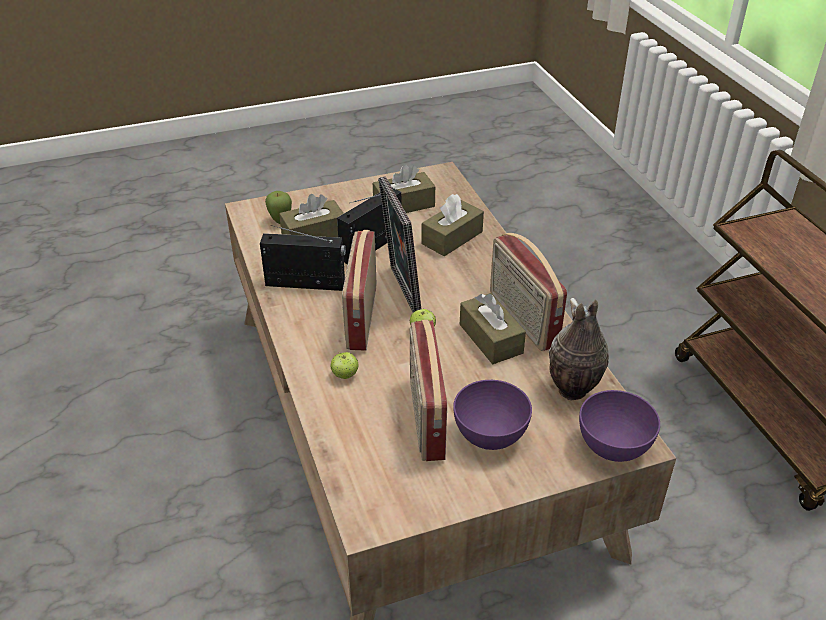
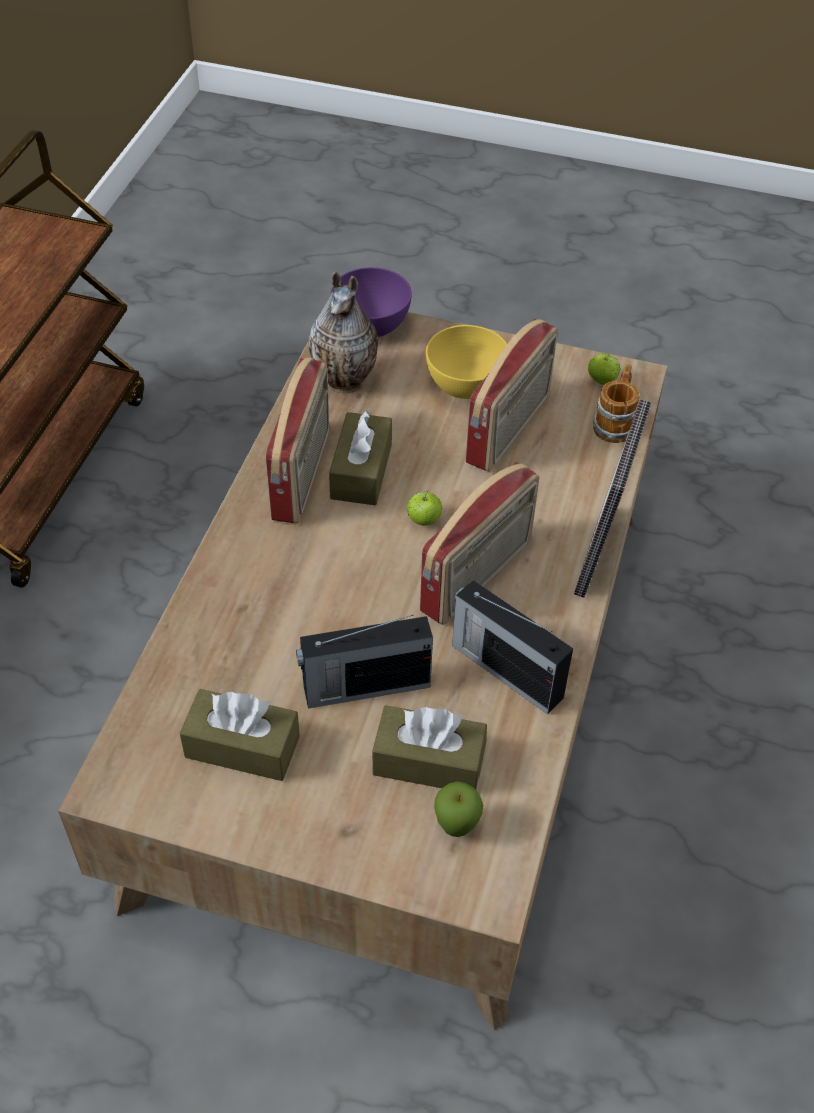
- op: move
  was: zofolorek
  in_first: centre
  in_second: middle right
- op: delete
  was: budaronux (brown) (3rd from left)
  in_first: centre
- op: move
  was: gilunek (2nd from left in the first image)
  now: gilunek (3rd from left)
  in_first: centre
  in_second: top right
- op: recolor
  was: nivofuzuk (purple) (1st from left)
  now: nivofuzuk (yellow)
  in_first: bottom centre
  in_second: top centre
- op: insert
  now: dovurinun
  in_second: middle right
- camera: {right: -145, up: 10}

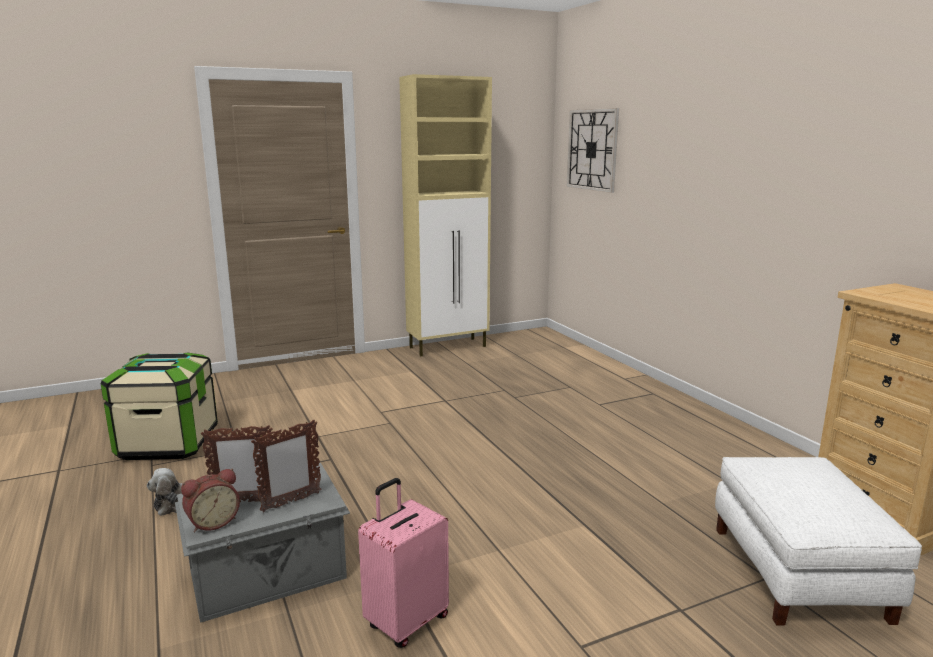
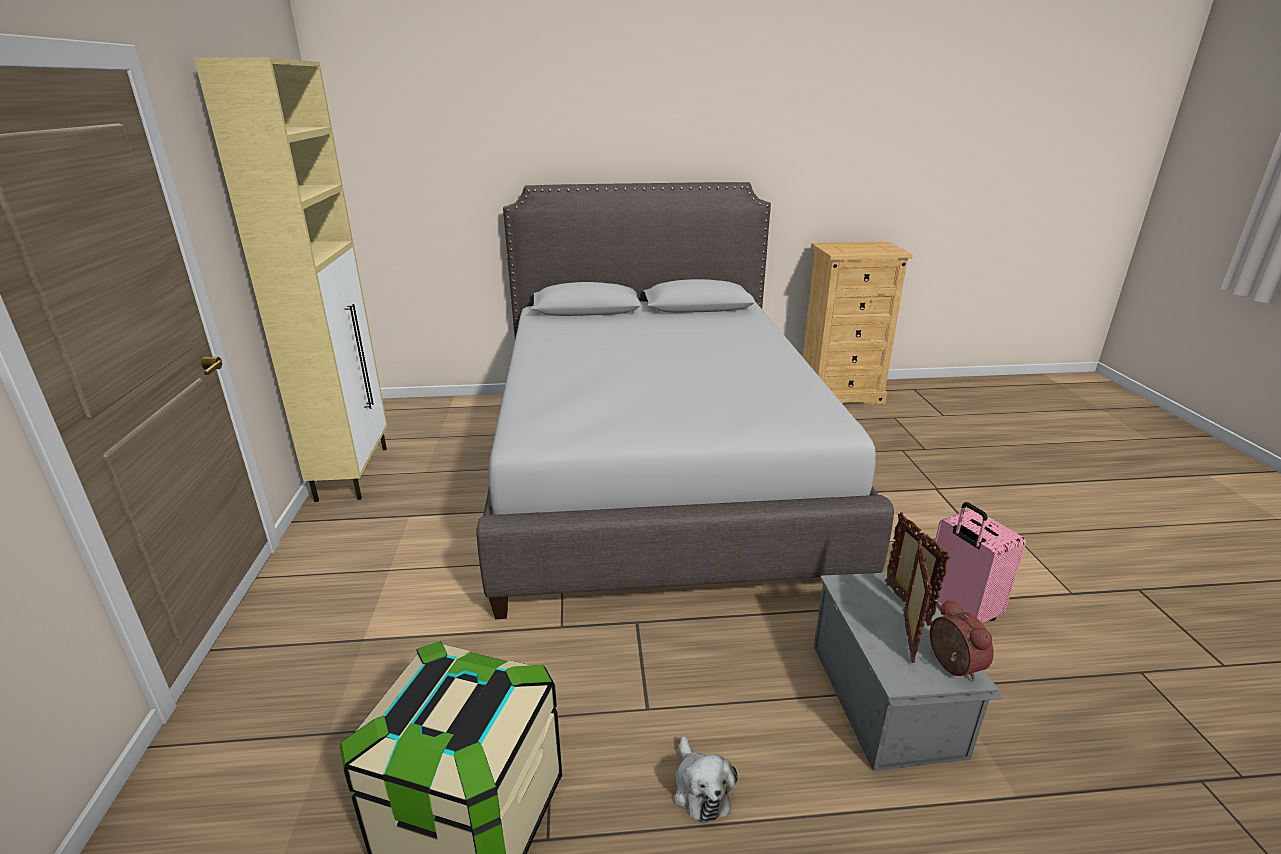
- op: delete
  was: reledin
  in_first: top centre
- op: delete
  was: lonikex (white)
  in_first: bottom right
- op: insert
  now: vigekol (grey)
  in_second: centre
- camera: {right: -70, up: 10}

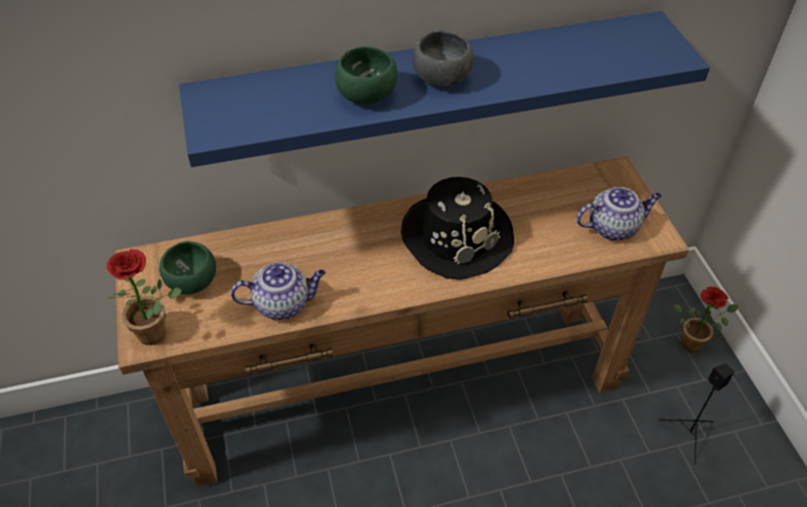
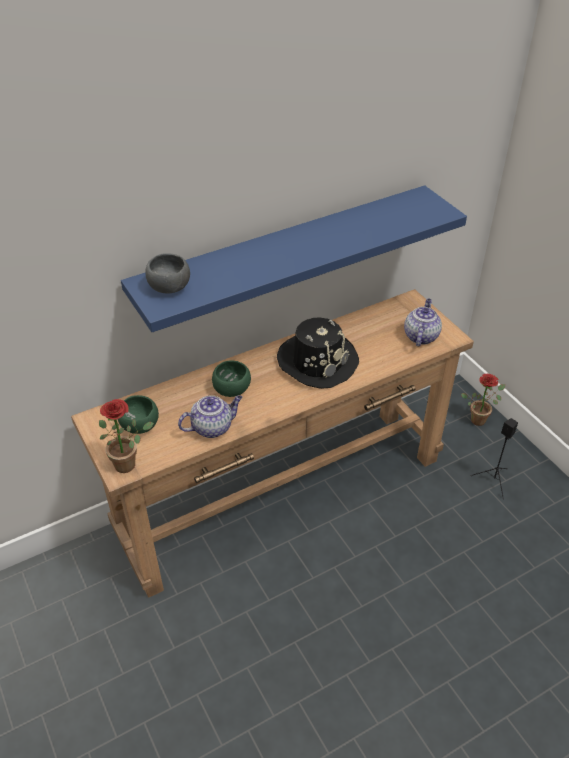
- op: move
  was: nivofuzuk (grey)
  in_first: top centre
  in_second: middle left
- op: move
  was: nivofuzuk (green) (2nd from left)
  in_first: top centre
  in_second: centre
- op: rotate
  was: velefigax (2nd from left)
  in_first: middle right
  in_second: middle right
  clockwise: -45
- camera: {right: -15, up: -5}

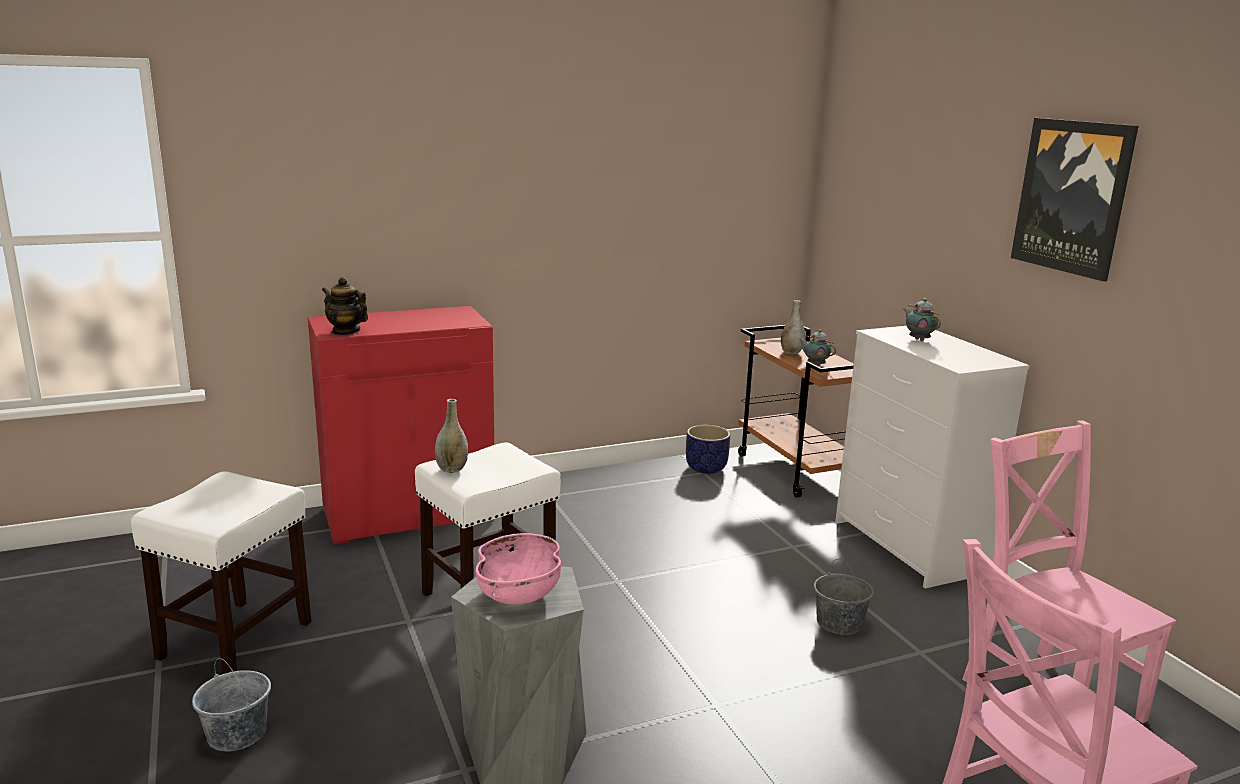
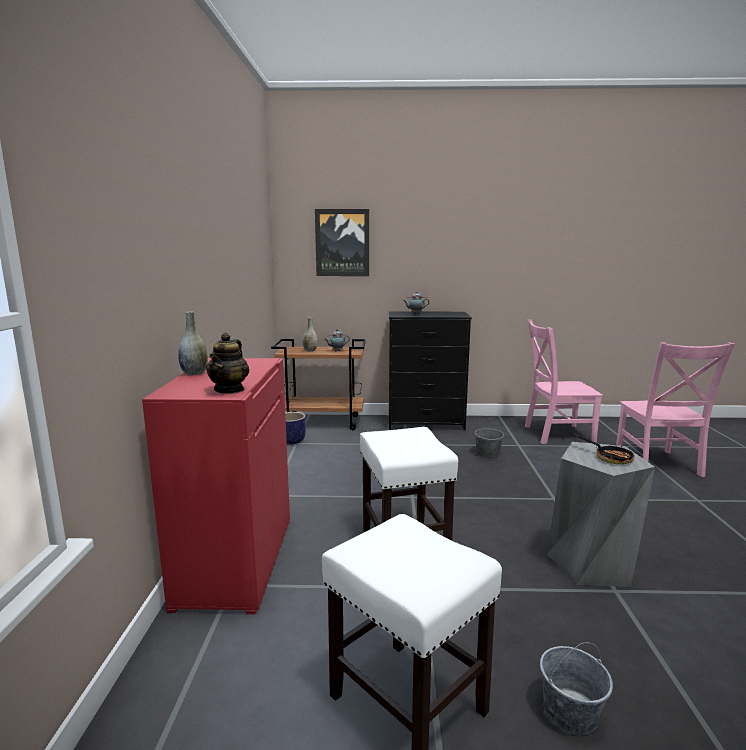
- op: move
  was: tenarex
  in_first: top right
  in_second: top centre
- op: rotate
  was: velefigax (1st from left)
  in_first: middle left
  in_second: middle left
  clockwise: -45
- op: recolor
  was: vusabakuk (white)
  now: vusabakuk (black)
  in_first: middle right
  in_second: centre
- op: move
  was: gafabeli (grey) (1st from left)
  in_first: centre
  in_second: middle left
- op: replace
  was: nivofuzuk (pink)
  now: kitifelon
  in_first: bottom centre
  in_second: middle right
- camera: {right: -65, up: -5}

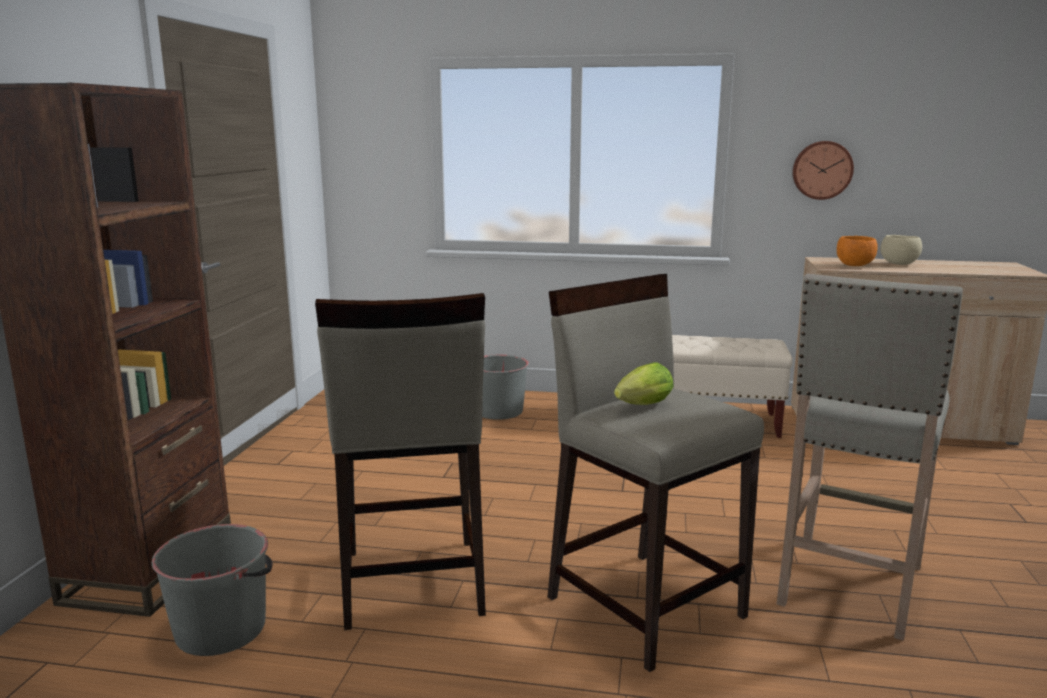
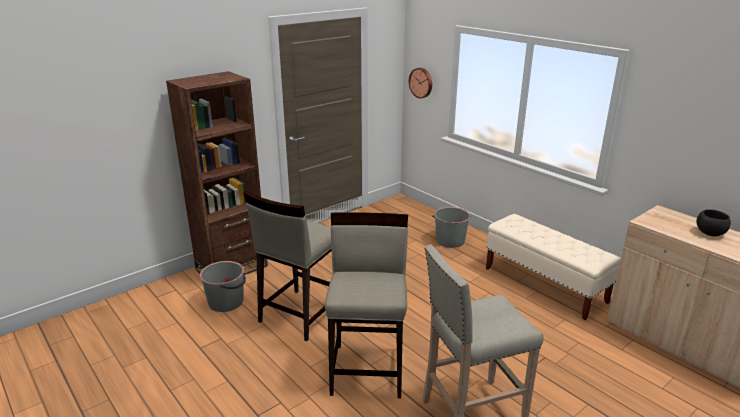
- op: move
  was: reledin
  in_first: top right
  in_second: top centre
- op: recolor
  was: nivofuzuk (beige)
  now: nivofuzuk (black)
  in_first: middle right
  in_second: middle right
- op: delete
  was: nivofuzuk (orange)
  in_first: middle right
- op: delete
  was: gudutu
  in_first: centre
- camera: {right: 40, up: 10}

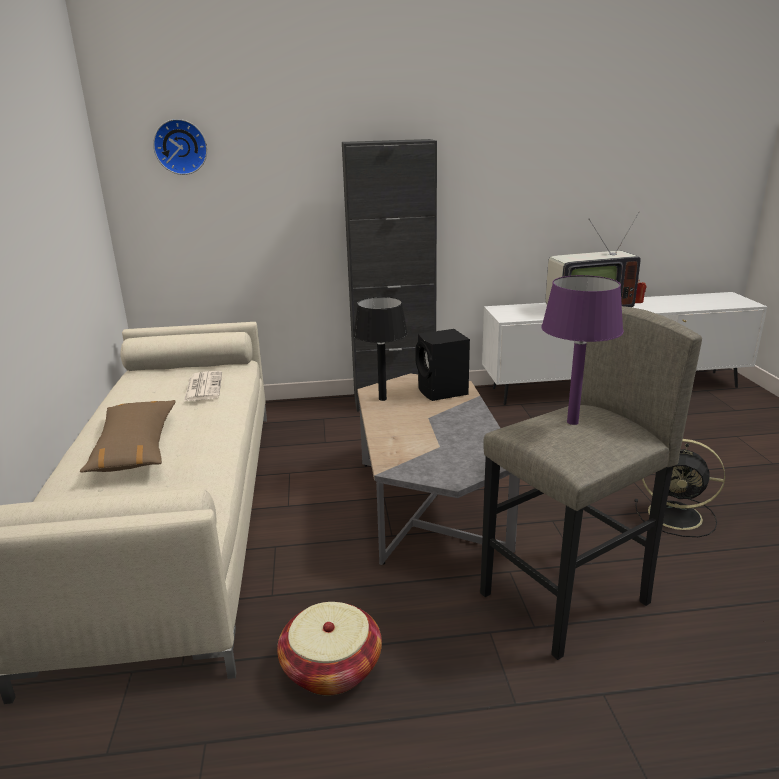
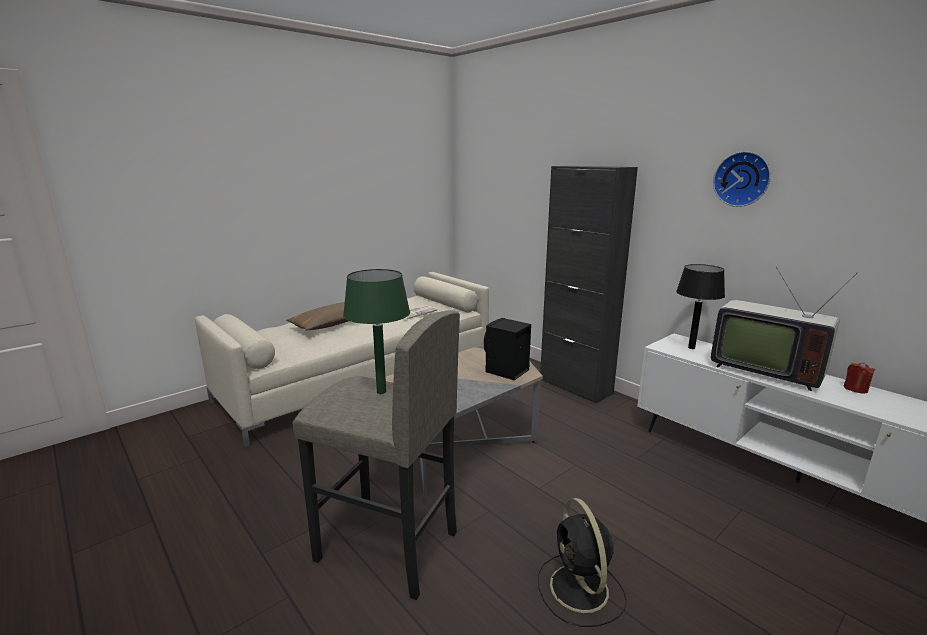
- op: move
  was: reledin
  in_first: top left
  in_second: top right
- op: recolor
  was: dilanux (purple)
  now: dilanux (green)
  in_first: middle right
  in_second: centre
- op: move
  was: dilanux (black)
  in_first: centre
  in_second: middle right
- op: delete
  was: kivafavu
  in_first: bottom centre
- camera: {right: 55, up: -5}

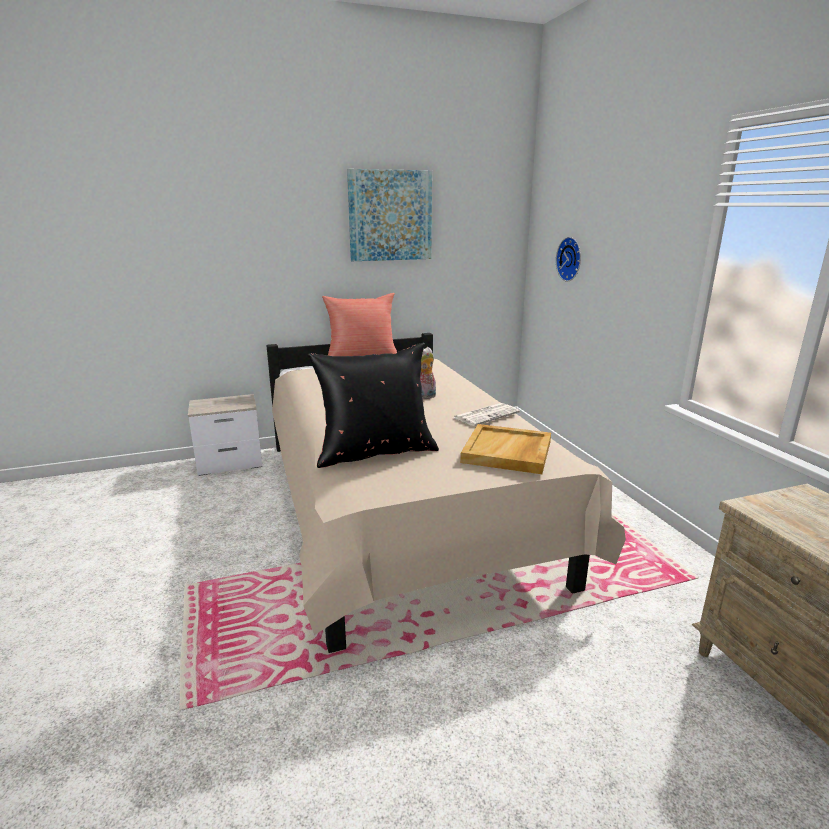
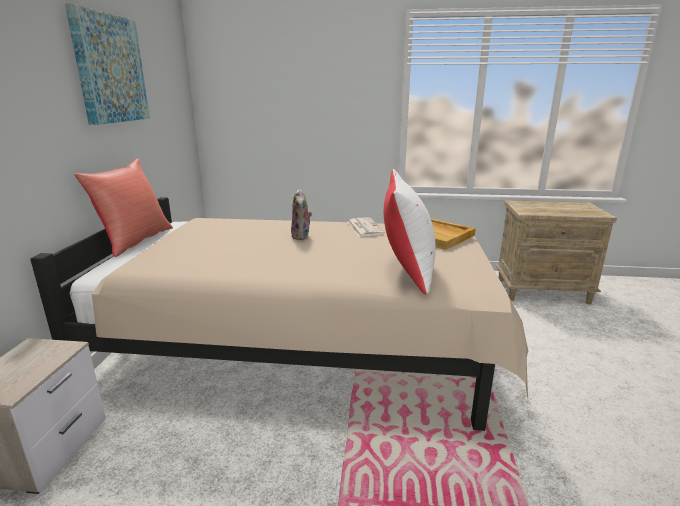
- op: delete
  was: reledin
  in_first: top right
- op: recolor
  was: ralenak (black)
  now: ralenak (white)
  in_first: centre
  in_second: centre
- camera: {right: -65, up: 0}

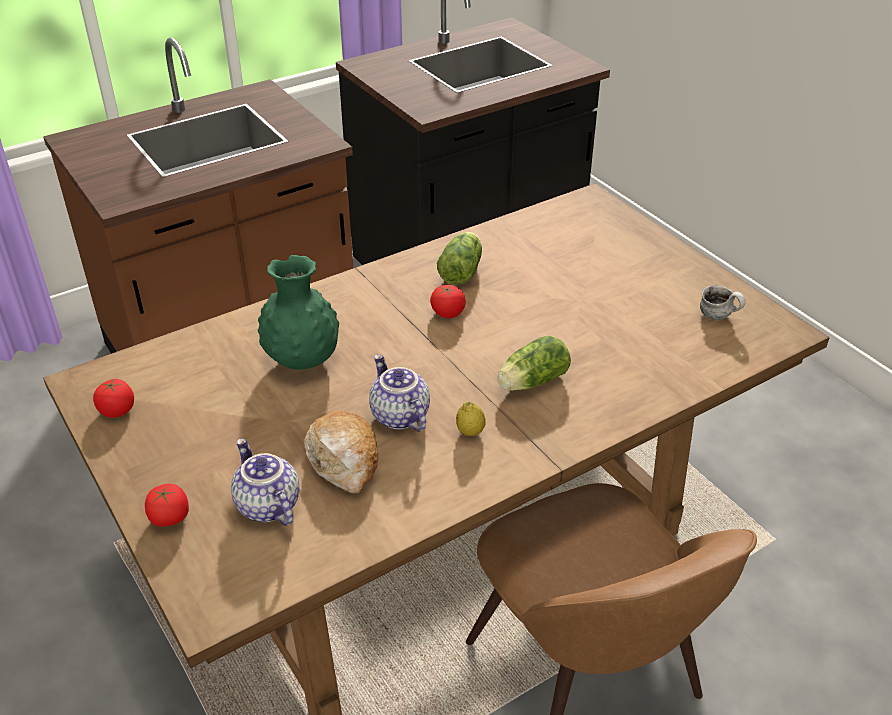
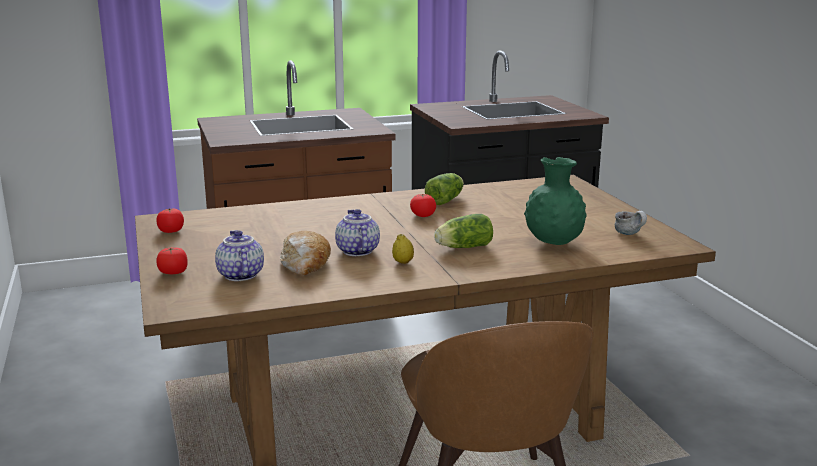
- op: move
  was: gafabeli (green)
  in_first: centre
  in_second: middle right
- camera: {right: 15, up: -20}

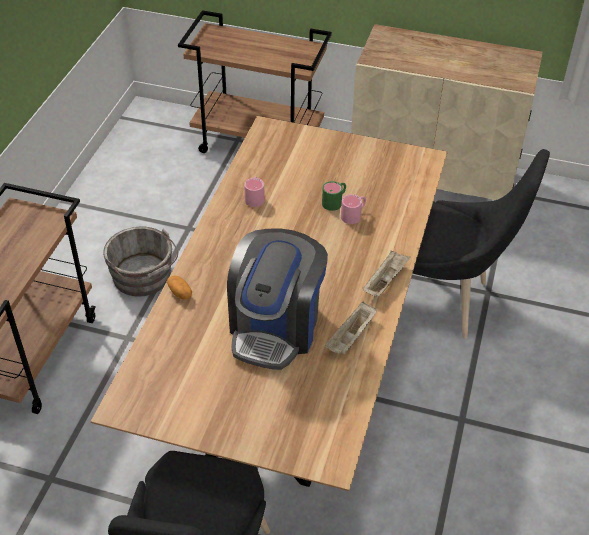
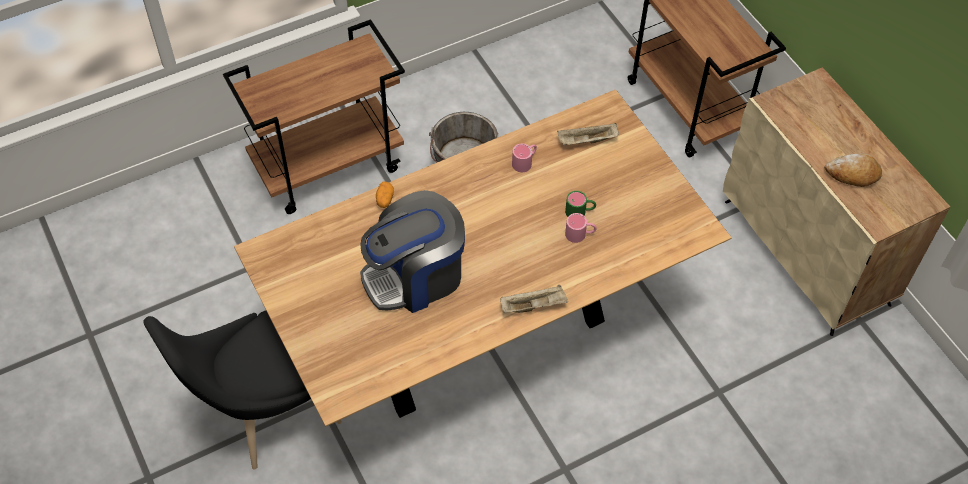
- op: delete
  was: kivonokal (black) (2nd from left)
  in_first: middle right
- op: move
  was: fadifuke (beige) (1st from left in the first image)
  now: fadifuke (beige) (2nd from left)
  in_first: centre
  in_second: top centre
- op: insert
  now: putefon
  in_second: middle right
- camera: {right: 45, up: 10}

